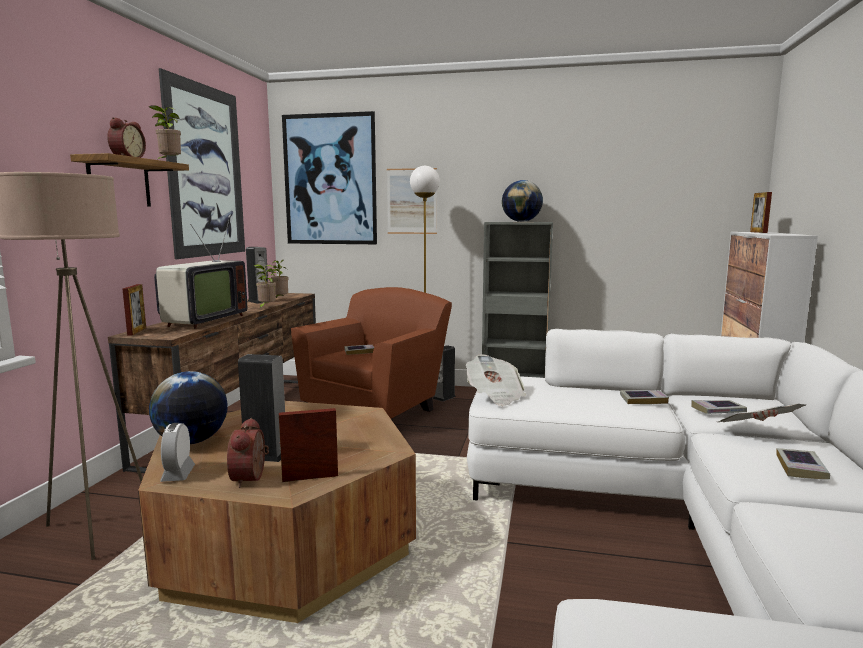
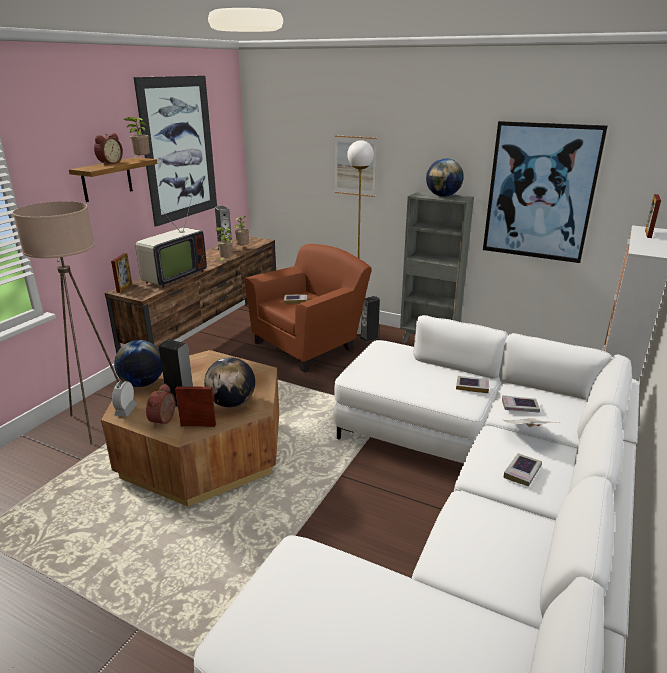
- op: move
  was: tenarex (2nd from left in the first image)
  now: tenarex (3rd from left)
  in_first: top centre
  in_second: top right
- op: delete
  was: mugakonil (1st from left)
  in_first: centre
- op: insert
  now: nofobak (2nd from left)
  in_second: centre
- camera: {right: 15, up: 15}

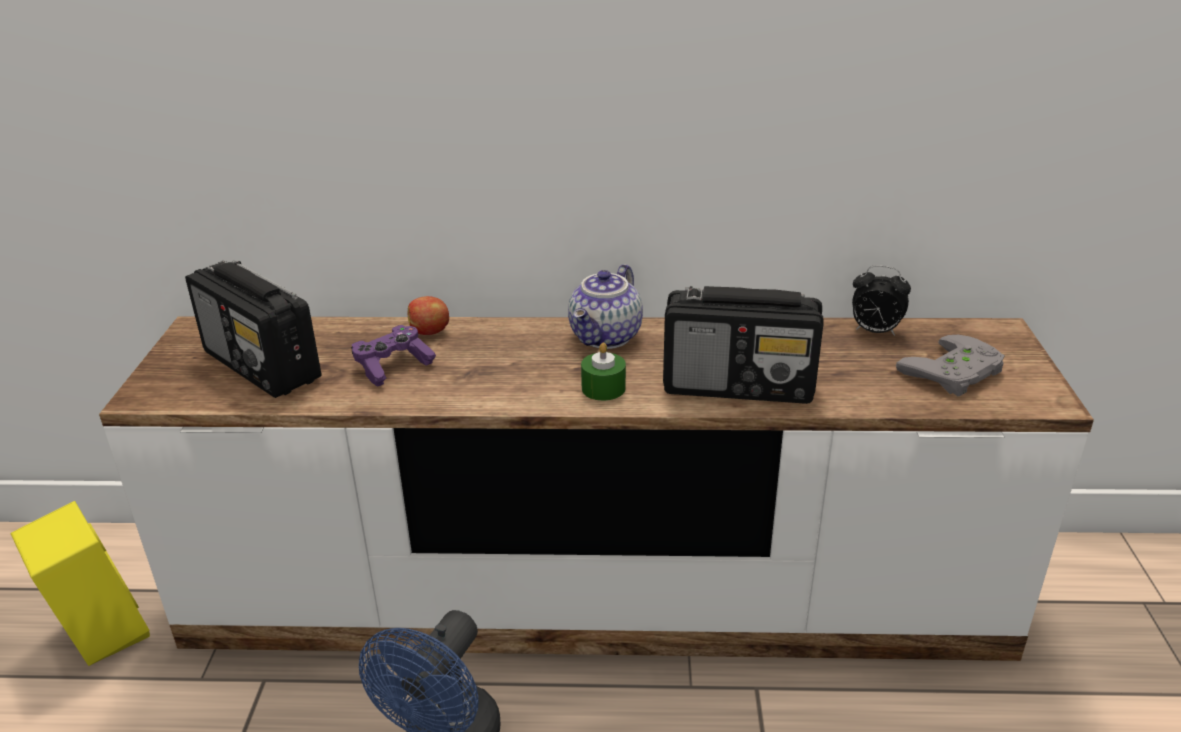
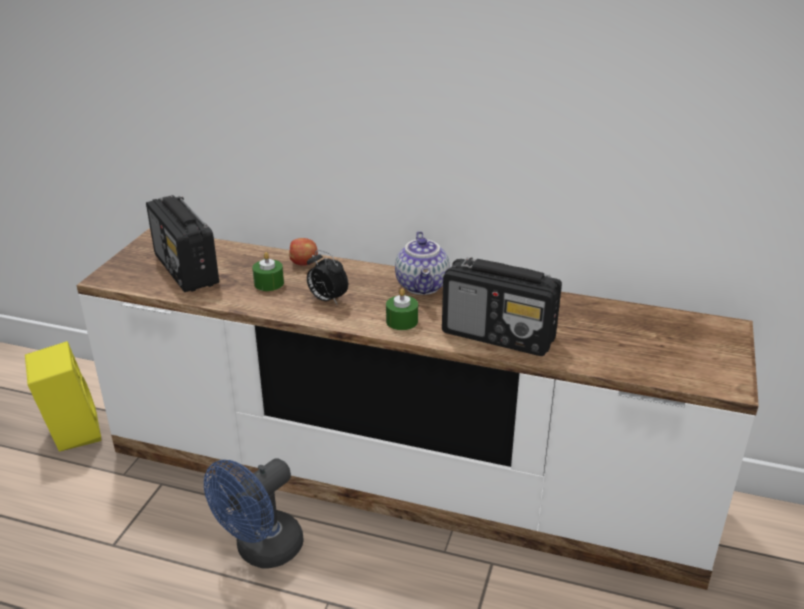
- op: rotate
  was: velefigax
  in_first: centre
  in_second: centre
  clockwise: -45
- op: move
  was: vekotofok
  in_first: middle right
  in_second: centre
- op: replace
  was: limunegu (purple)
  now: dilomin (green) (1st from left)
  in_first: middle left
  in_second: centre
- op: delete
  was: limunegu (grey)
  in_first: middle right
- camera: {right: 15, up: 0}

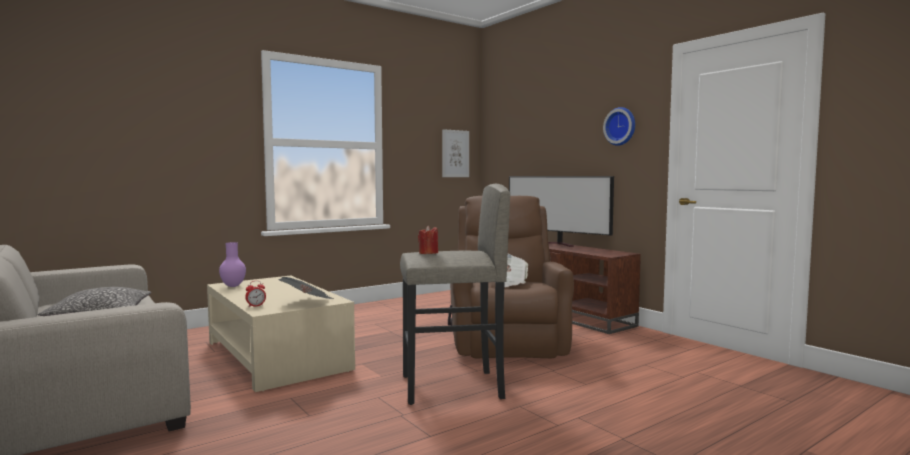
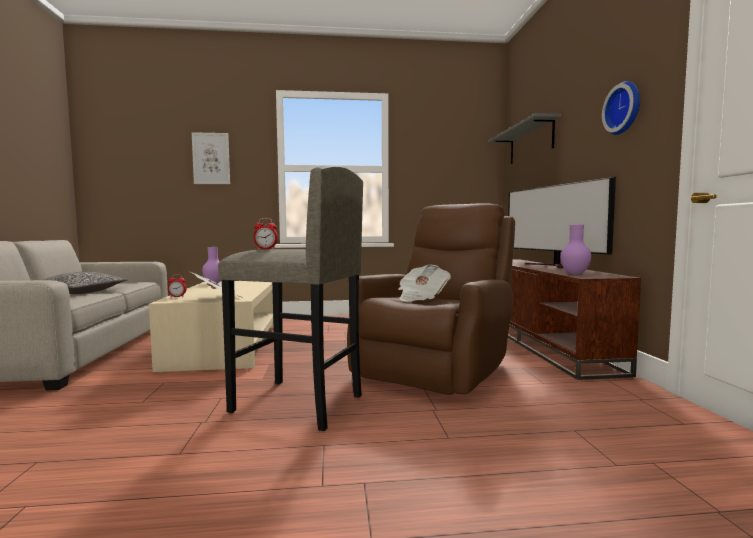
- op: move
  was: tenarex
  in_first: centre
  in_second: top left
- op: replace
  was: dilomin (red)
  now: vekotofok (2nd from left)
  in_first: centre
  in_second: centre
- op: insert
  now: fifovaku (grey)
  in_second: top right
- op: insert
  now: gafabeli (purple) (2nd from left)
  in_second: middle right
- camera: {right: 30, up: 0}

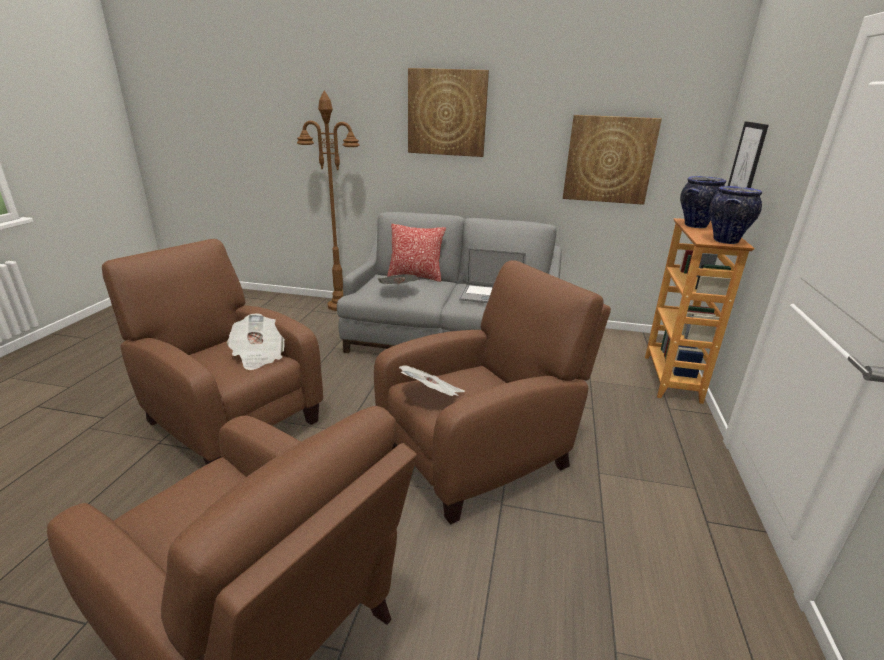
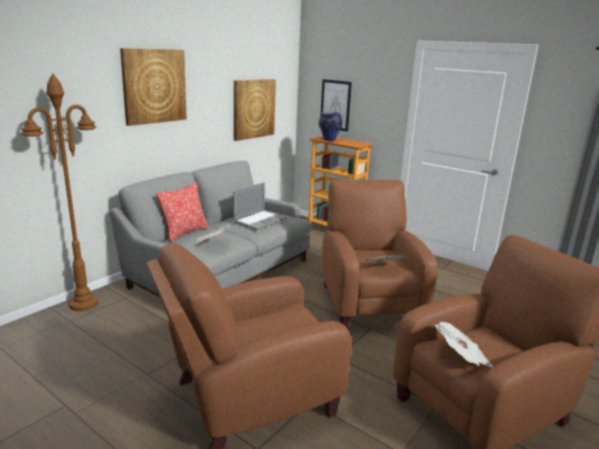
- op: delete
  was: gafabeli (2nd from left)
  in_first: top right
- op: move
  was: mugakonil (1st from left in the first image)
  now: mugakonil (3rd from left)
  in_first: middle left
  in_second: bottom right
- camera: {right: -65, up: -5}

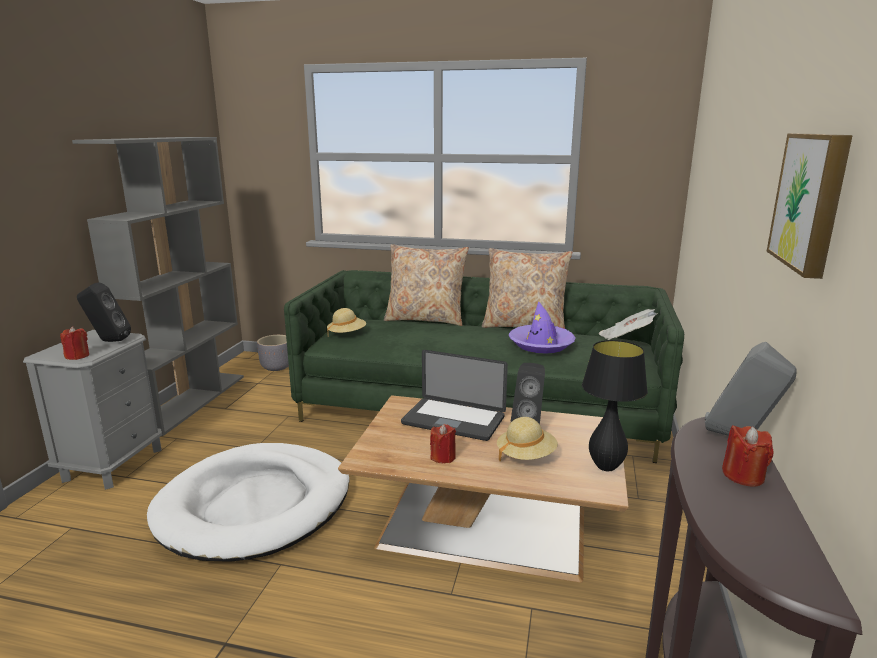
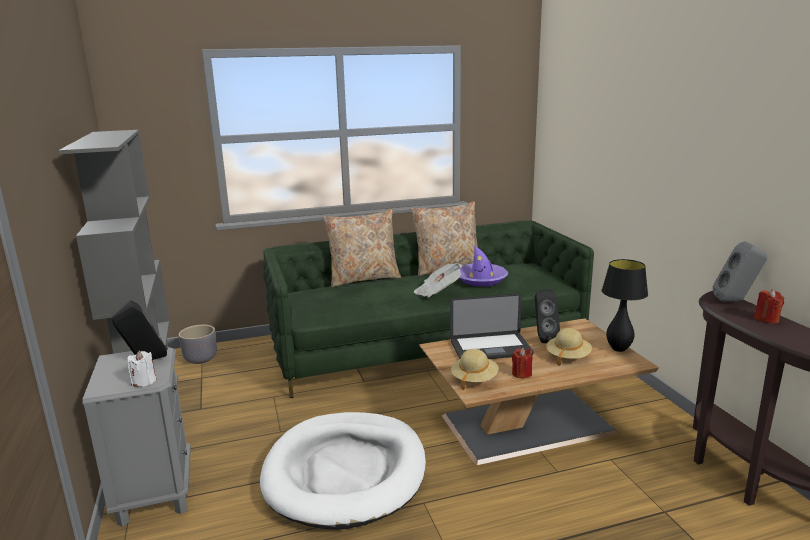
- op: delete
  was: tenarex
  in_first: top right
- op: move
  was: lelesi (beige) (1st from left)
  in_first: centre
  in_second: bottom centre
- op: move
  was: mugakonil
  in_first: middle right
  in_second: centre
- op: recolor
  was: dilomin (red) (1st from left)
  now: dilomin (white)
  in_first: middle left
  in_second: bottom left
- camera: {right: -30, up: 0}

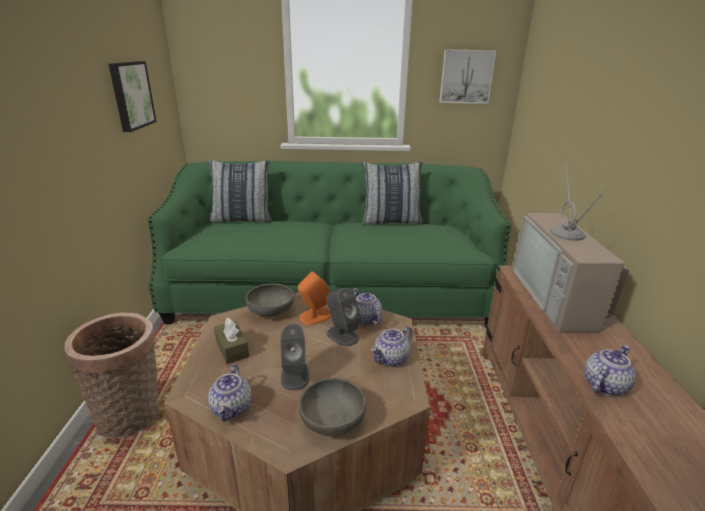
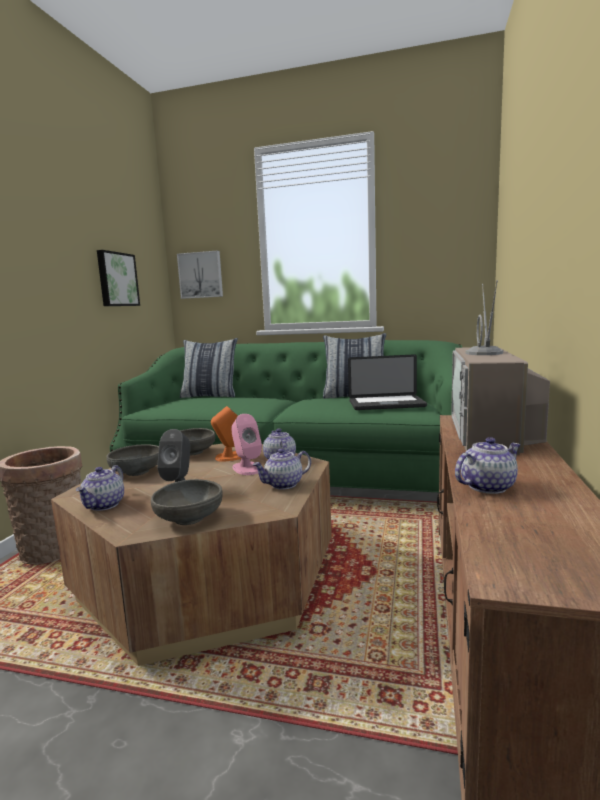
- op: move
  was: tenarex (2nd from left)
  in_first: top centre
  in_second: centre
- op: recolor
  was: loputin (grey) (2nd from left)
  now: loputin (pink)
  in_first: centre
  in_second: centre
- op: replace
  was: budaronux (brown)
  now: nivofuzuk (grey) (1st from left)
  in_first: bottom left
  in_second: middle left
- op: insert
  now: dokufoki
  in_second: centre
- camera: {right: 15, up: -15}

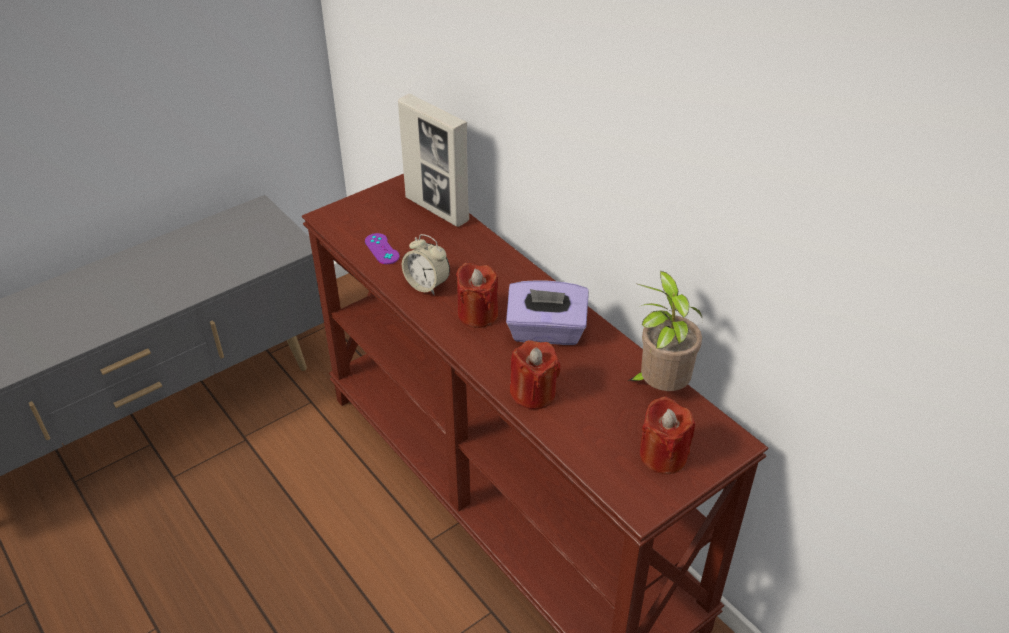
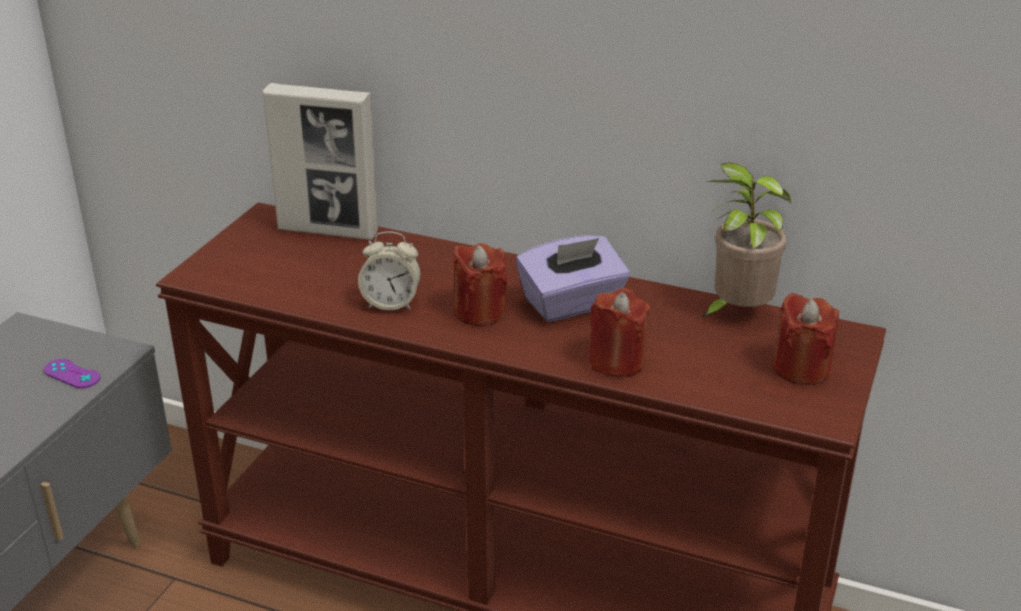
- op: move
  was: limunegu (purple)
  in_first: centre
  in_second: middle left
- camera: {right: -30, up: -10}

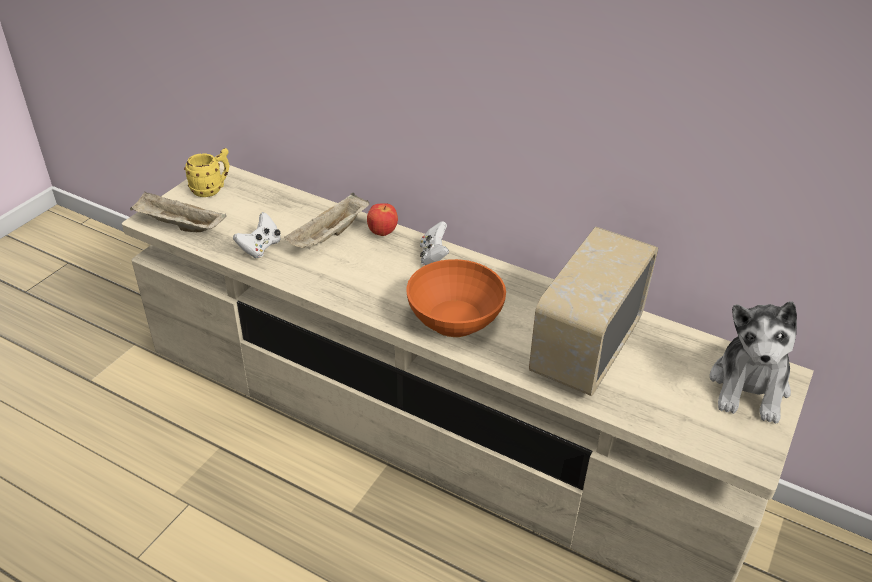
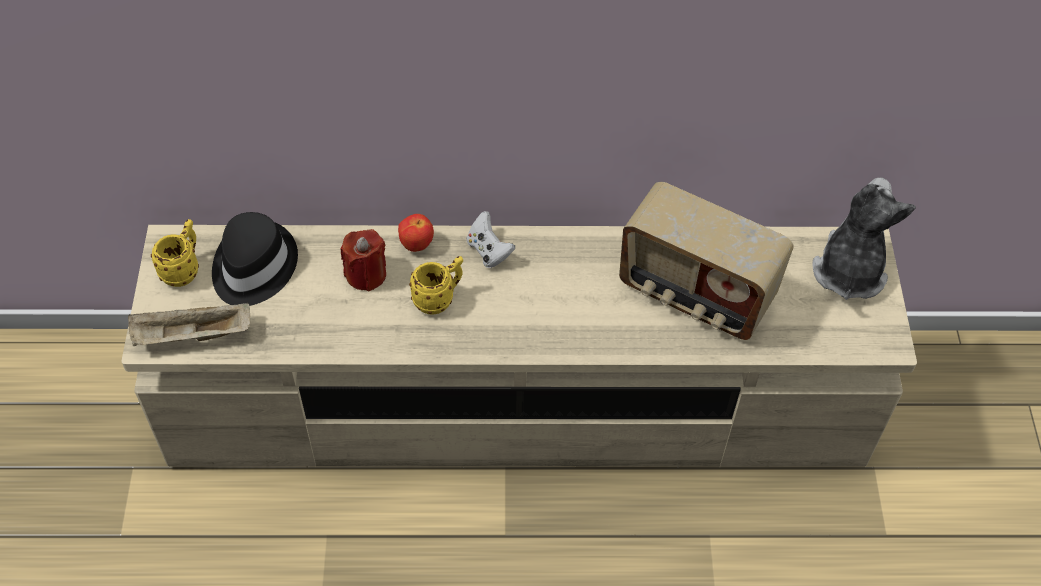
- op: replace
  was: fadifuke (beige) (2nd from left)
  now: dilomin (red)
  in_first: centre
  in_second: centre
- op: delete
  was: limunegu (white) (1st from left)
  in_first: middle left
- op: rotate
  was: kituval
  in_first: middle right
  in_second: middle right
  clockwise: -60
- op: delete
  was: nivofuzuk (orange)
  in_first: centre
- op: rotate
  was: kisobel
  in_first: middle right
  in_second: middle right
  clockwise: -150
- op: insert
  now: lelesi (black)
  in_second: middle left
- op: insert
  now: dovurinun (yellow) (2nd from left)
  in_second: centre
- camera: {right: -30, up: 15}

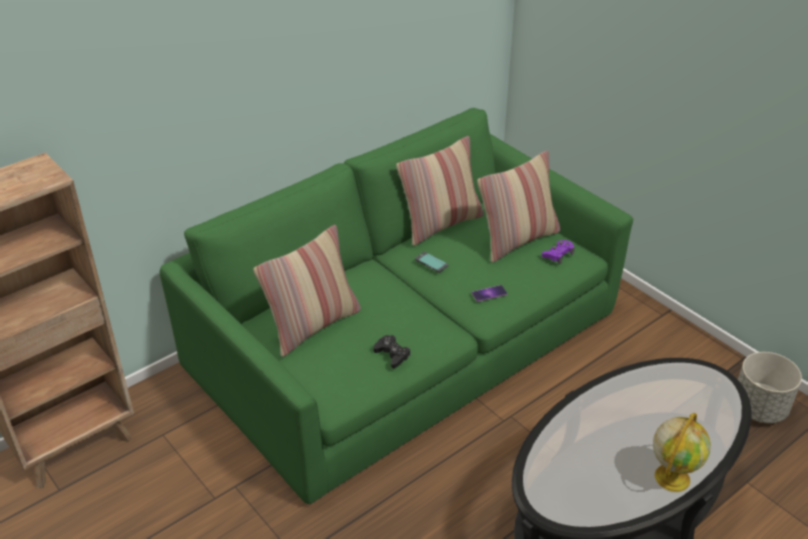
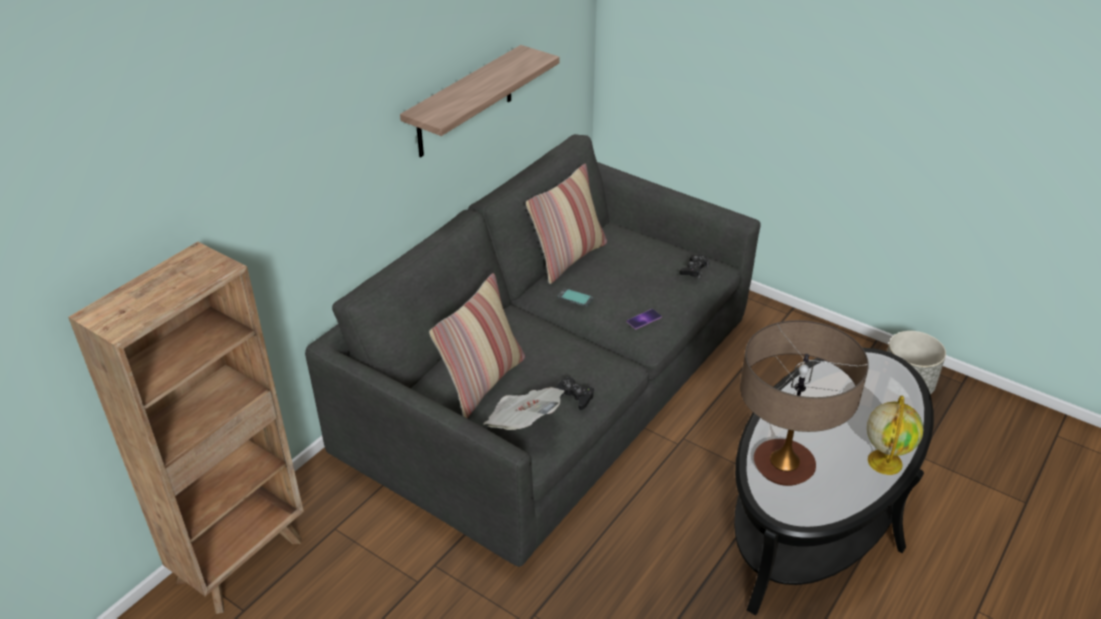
- op: recolor
  was: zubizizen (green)
  now: zubizizen (grey)
  in_first: centre
  in_second: centre
- op: delete
  was: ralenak (3rd from left)
  in_first: centre
- op: recolor
  was: limunegu (purple)
  now: limunegu (black) (2nd from left)
  in_first: middle right
  in_second: centre
- op: insert
  now: fifovaku
  in_second: top centre
- op: insert
  now: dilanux
  in_second: middle right
- op: insert
  now: mugakonil
  in_second: centre
- camera: {right: -15, up: 0}

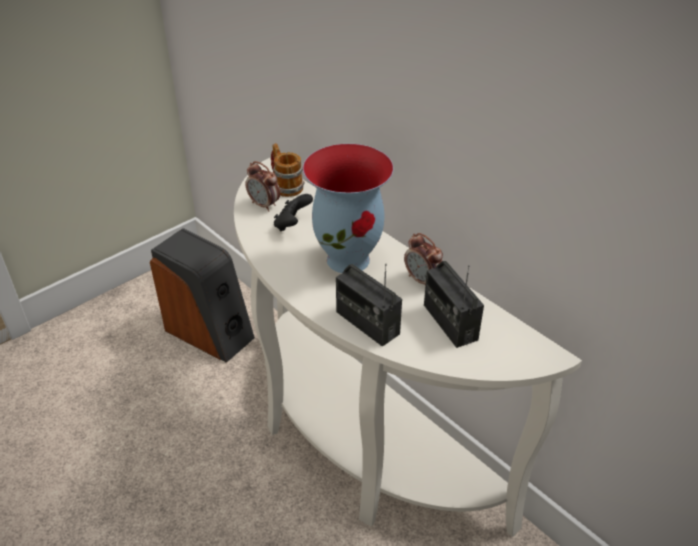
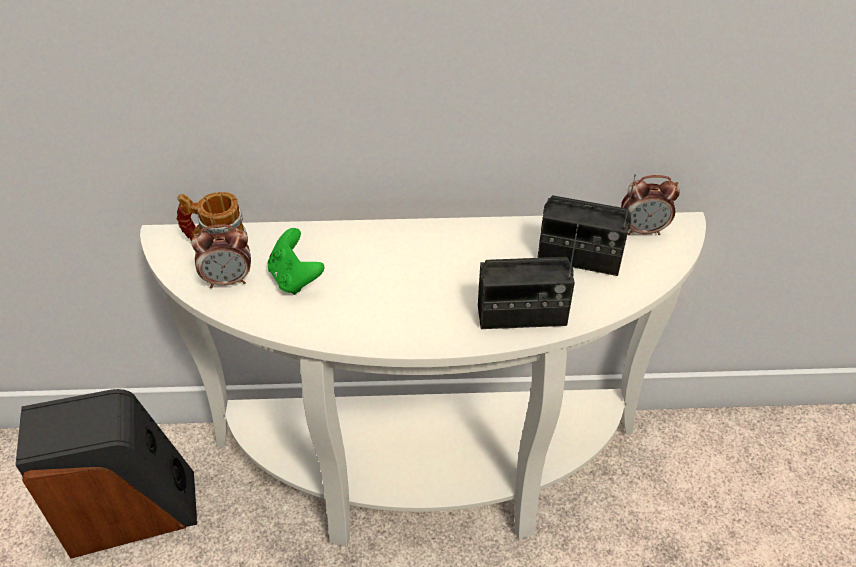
- op: delete
  was: gafabeli
  in_first: centre
- op: recolor
  was: limunegu (black)
  now: limunegu (green)
  in_first: centre
  in_second: centre
- op: move
  was: vekotofok (2nd from left)
  in_first: centre
  in_second: middle right
- camera: {right: -50, up: 5}

